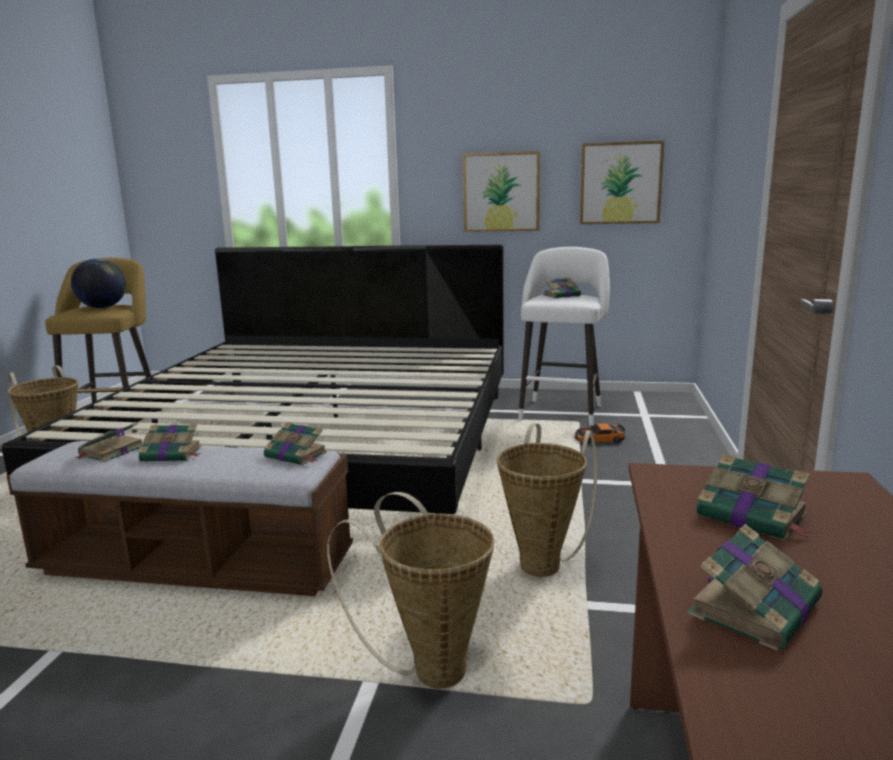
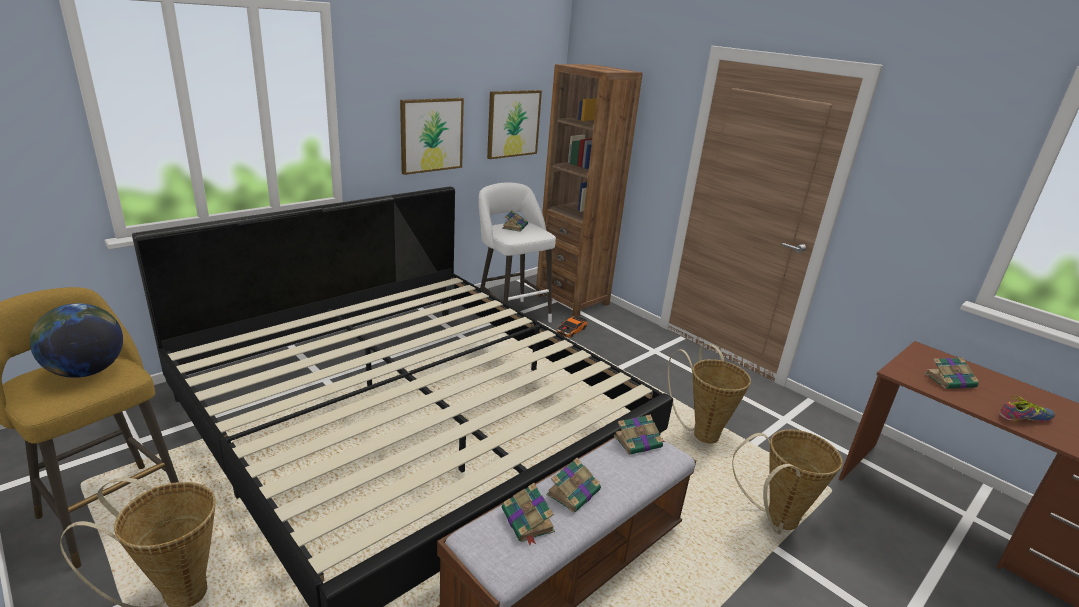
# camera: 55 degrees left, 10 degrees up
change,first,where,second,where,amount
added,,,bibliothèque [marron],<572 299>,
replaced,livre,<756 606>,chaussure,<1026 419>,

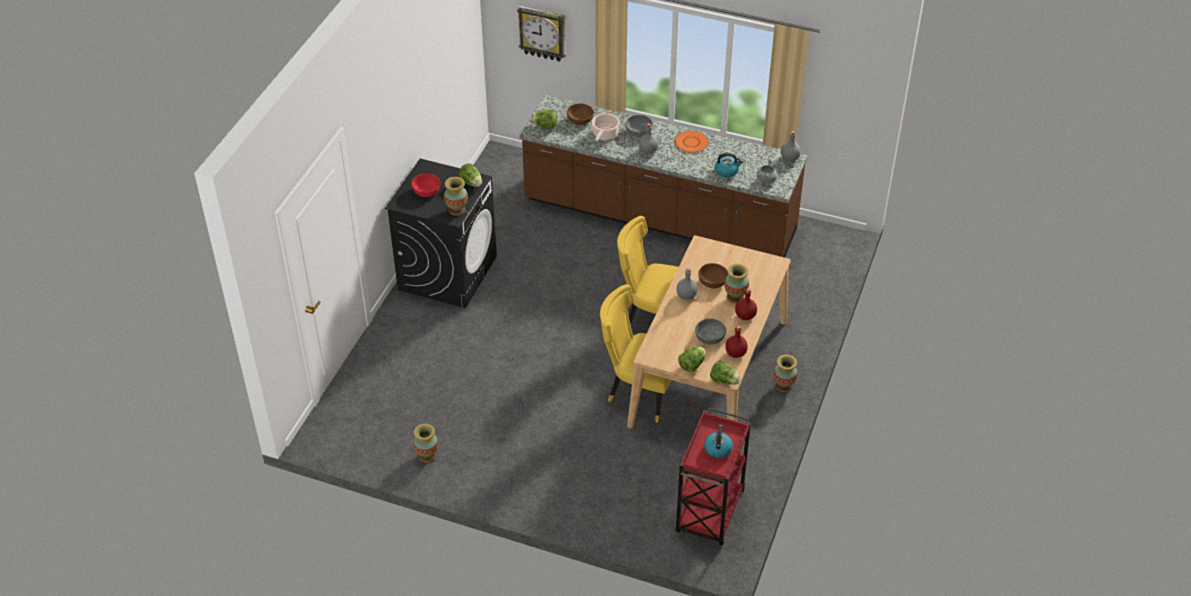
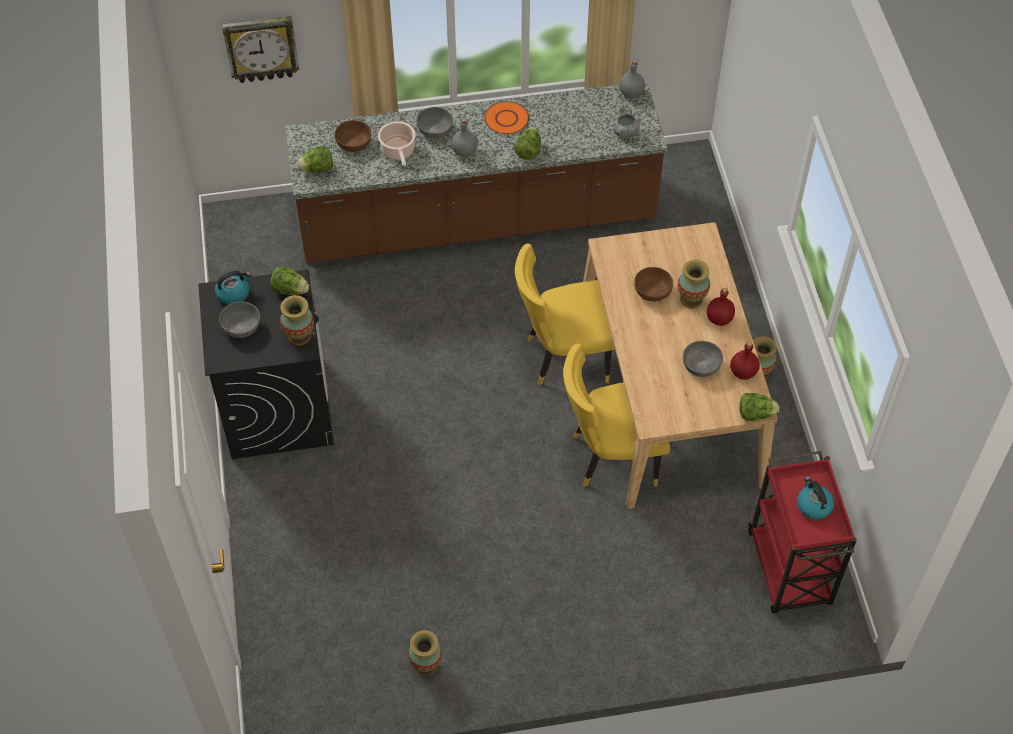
# camera: 30 degrees left, 10 degrees up
change,first,where,second,where,amount
moved,bouilloire,<727 171>,,<234 293>,
recoloured,bol [rouge],<426 191>,bol [gris],<241 326>,
moved,laitue,<692 365>,,<528 151>,
removed,bouteille [gris],<687 296>,,,

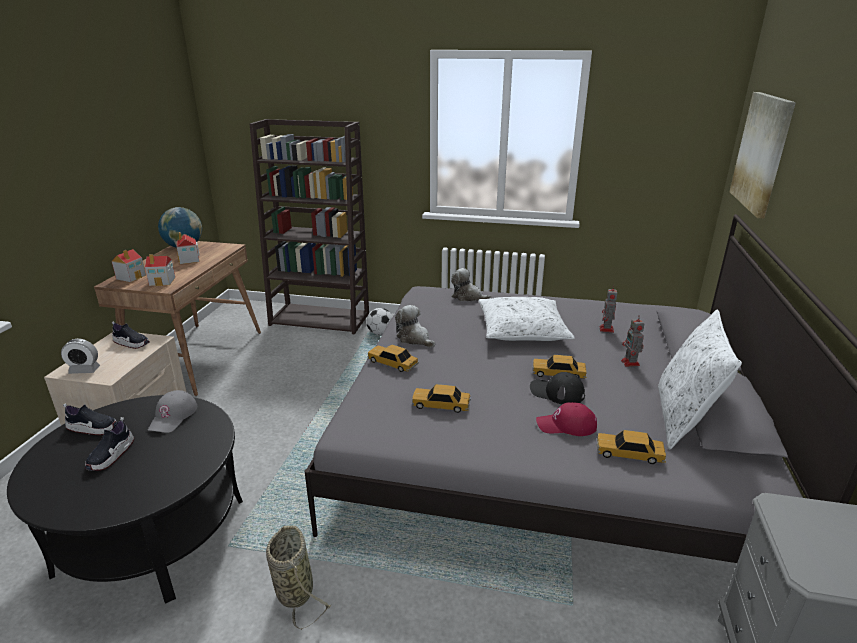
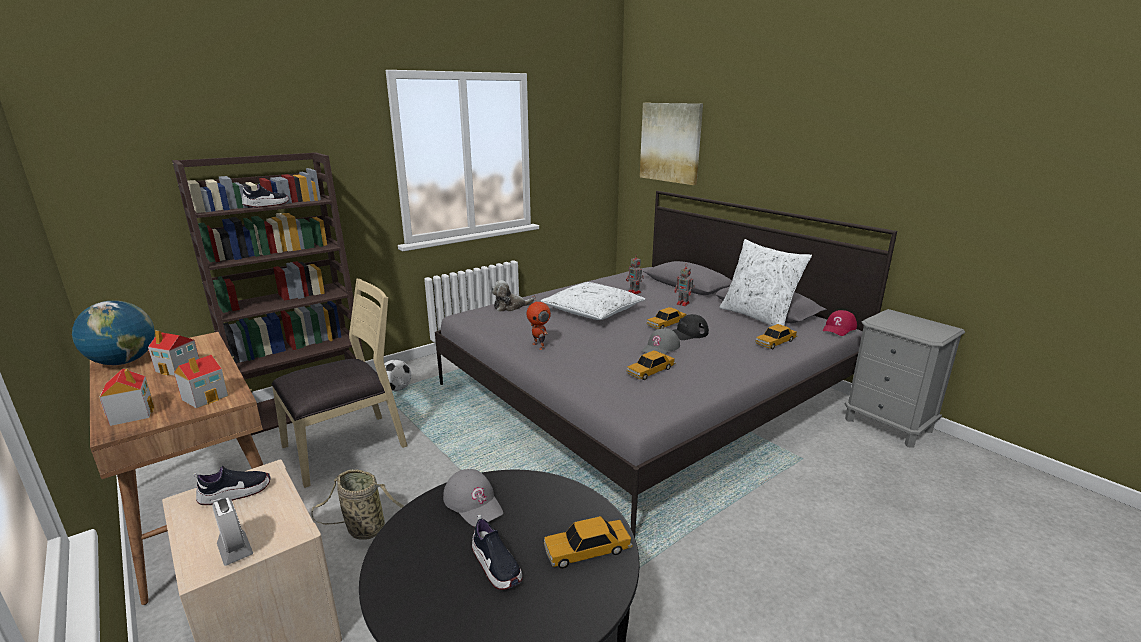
# camera: 50 degrees left, 5 degrees down
change,first,where,second,where,amount
turned,réveil,<84 370>,,<235 549>,75 degrees counterclockwise
moved,chaussure,<93 428>,,<266 205>,
added,,,chaise [beige],<346 447>,
moved,panier,<294 589>,,<363 529>,
replaced,peluche,<414 339>,robot jouet,<539 346>,
moved,petite voiture,<392 363>,,<587 550>,
added,,,casquette [gris],<660 348>,
moved,casquette [rouge],<566 425>,,<839 328>,

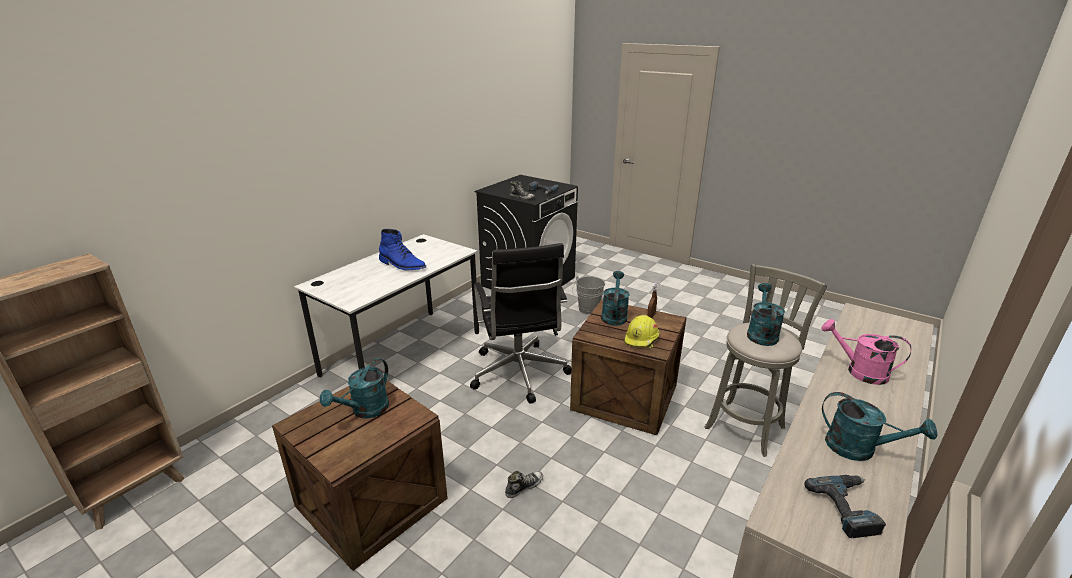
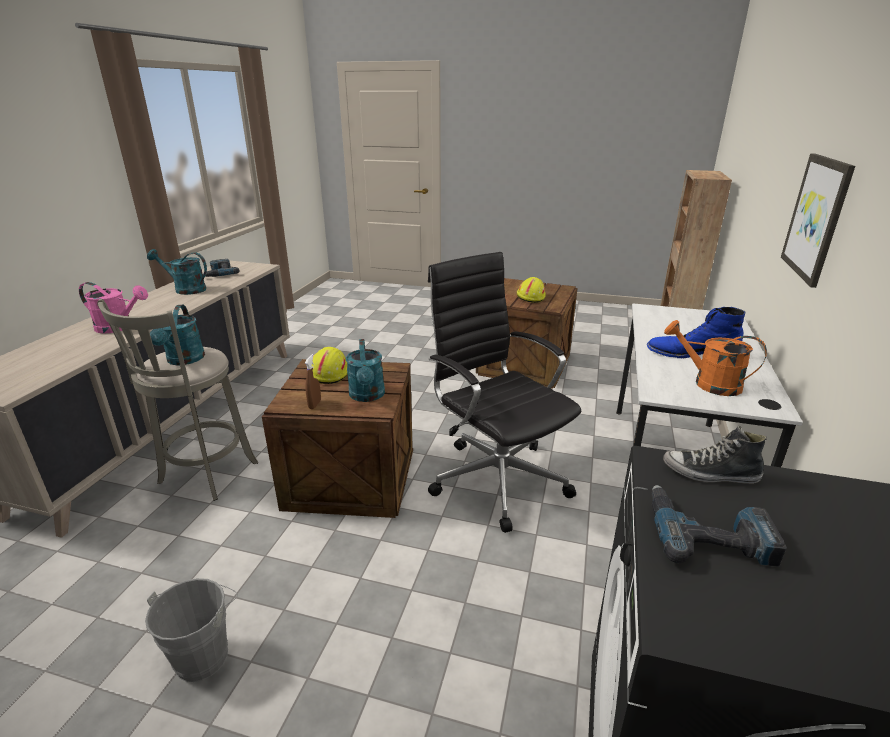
# camera: 160 degrees right, 0 degrees up
change,first,where,second,where,amount
moved,seau [gris],<587 310>,,<205 652>,
replaced,arrosoir [turquoise],<365 411>,casque de chantier [jaune],<530 297>,
added,,,arrosoir [orange],<708 383>,
added,,,tableau,<817 217>,
removed,chaussure,<524 487>,,,

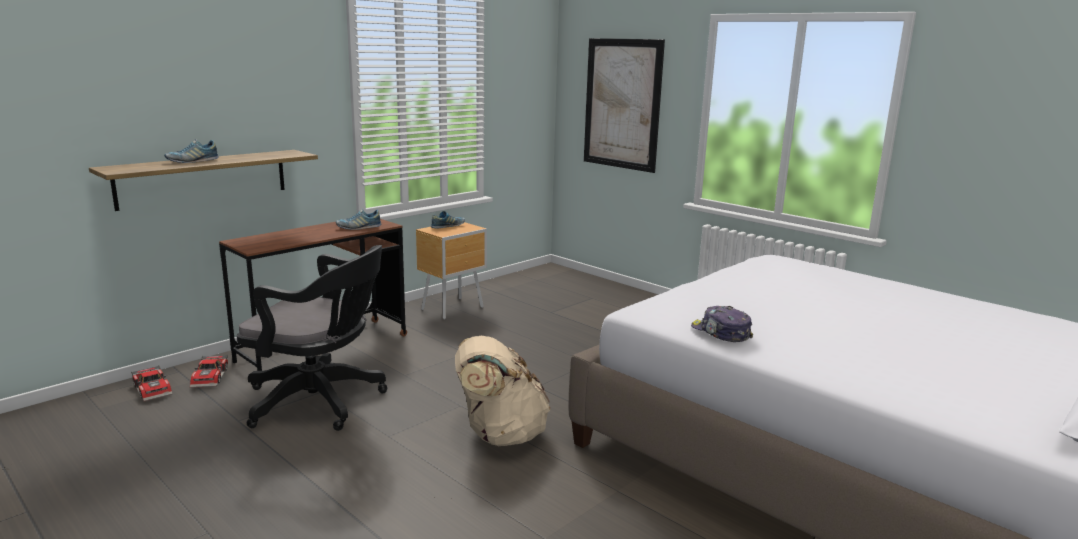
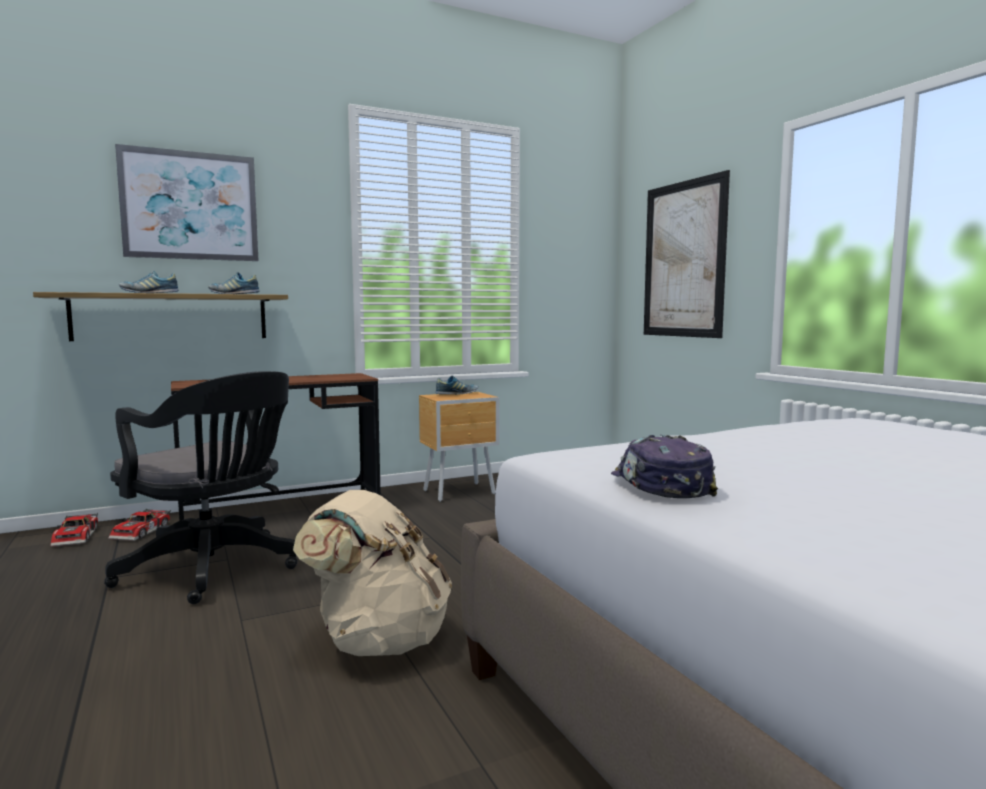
# camera: 20 degrees right, 10 degrees down
change,first,where,second,where,amount
added,,,tableau,<190 206>,
moved,chaussure,<358 228>,,<234 294>,

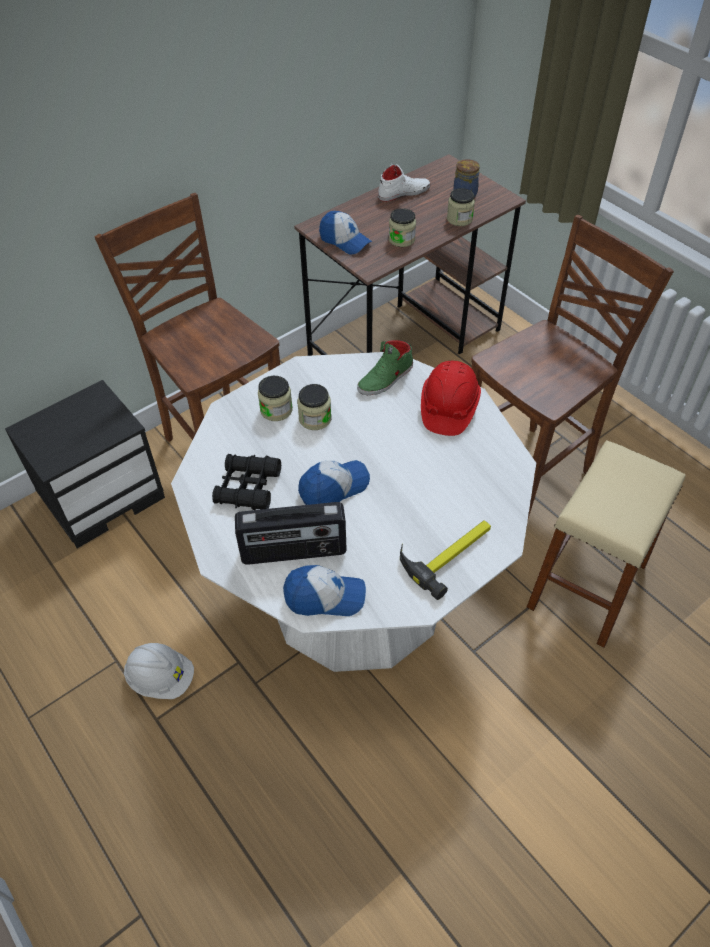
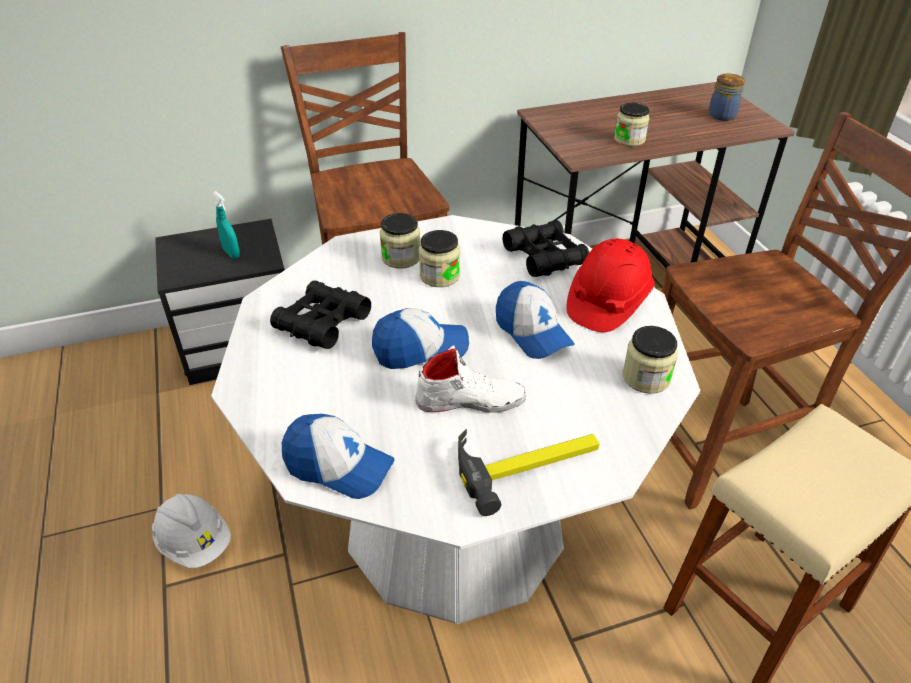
# camera: 20 degrees right, 10 degrees down
change,first,where,second,where,amount
added,,,vaporisateur [turquoise],<231 253>,
moved,chaussure [blanc],<403 192>,,<470 400>,
moved,casquette,<345 241>,,<532 332>,
replaced,chaussure [vert],<386 378>,jumelles [noir],<545 257>,
moved,bocal,<459 219>,,<646 378>,
removed,radio,<294 552>,,,

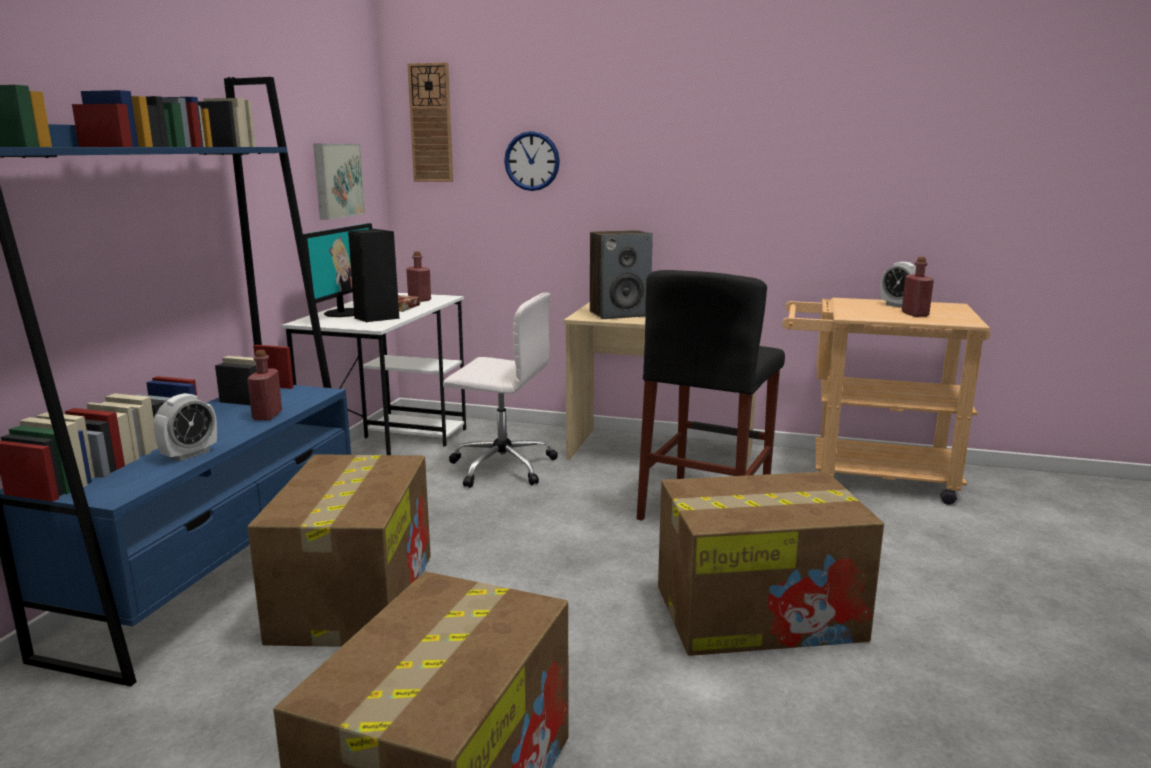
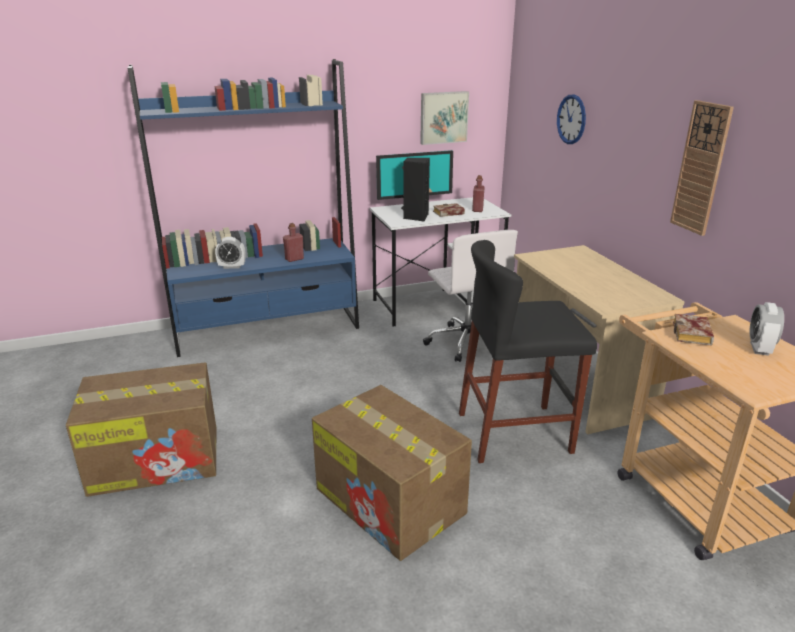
# camera: 55 degrees right, 10 degrees up
change,first,where,second,where,amount
moved,horloge murale,<431 123>,,<701 168>,
added,,,livre,<693 335>,
removed,carton,<355 595>,,,
removed,enceinte,<619 314>,,,
removed,bouteille [rouge],<915 314>,,,

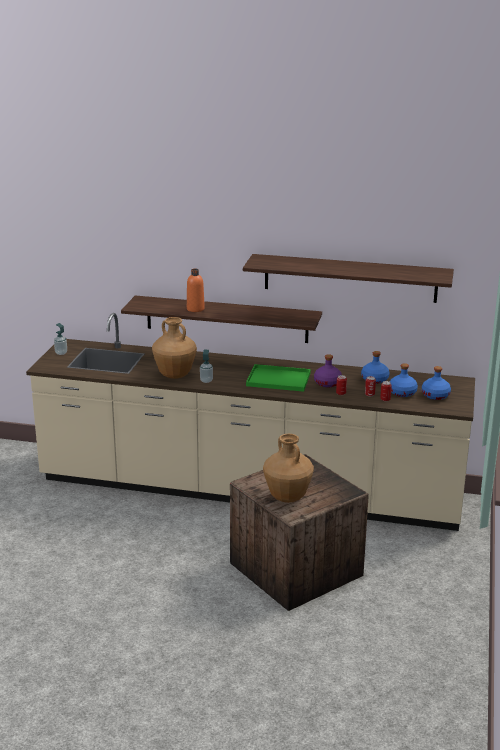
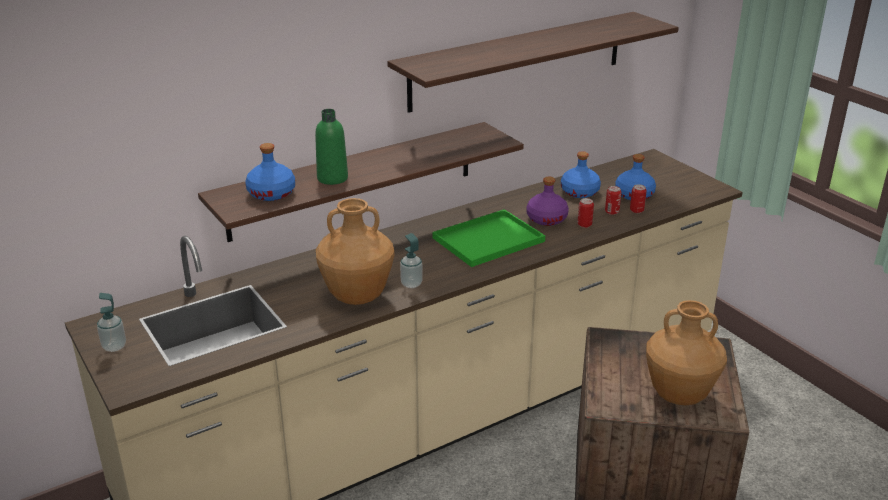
# camera: 45 degrees left, 5 degrees up
change,first,where,second,where,amount
moved,bouteille [bleu],<435 395>,,<272 193>,
recoloured,bouteille [orange],<195 309>,bouteille [vert],<332 178>,

